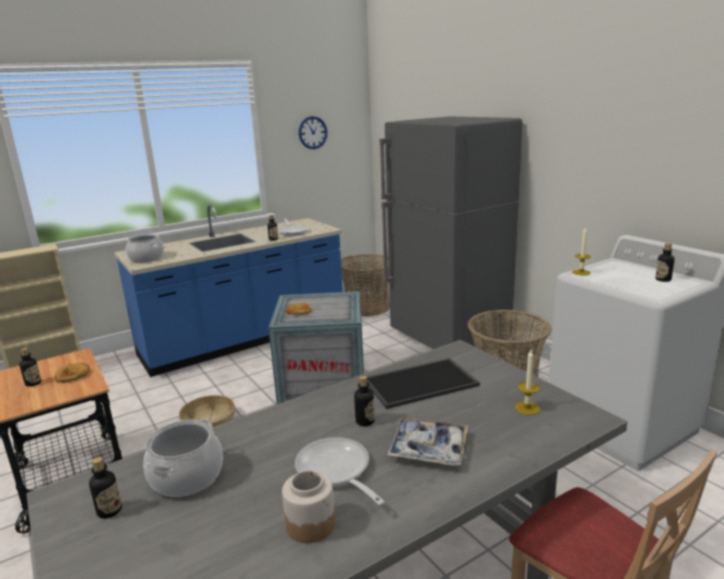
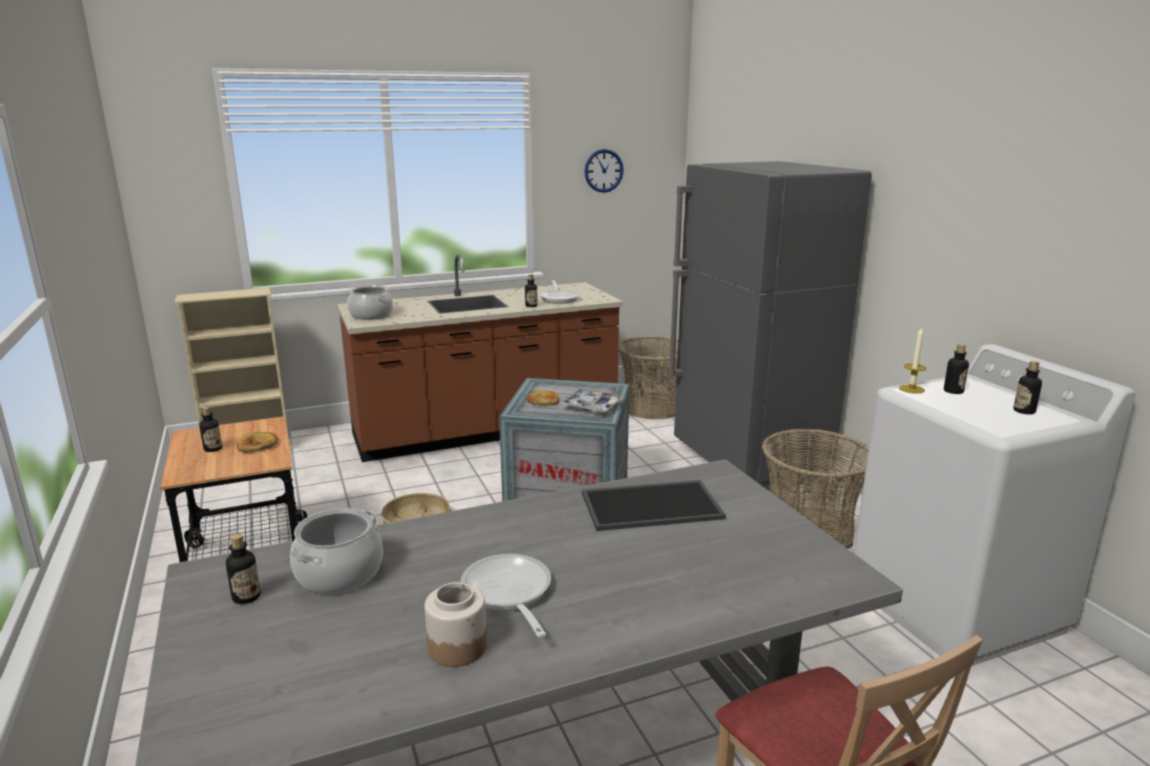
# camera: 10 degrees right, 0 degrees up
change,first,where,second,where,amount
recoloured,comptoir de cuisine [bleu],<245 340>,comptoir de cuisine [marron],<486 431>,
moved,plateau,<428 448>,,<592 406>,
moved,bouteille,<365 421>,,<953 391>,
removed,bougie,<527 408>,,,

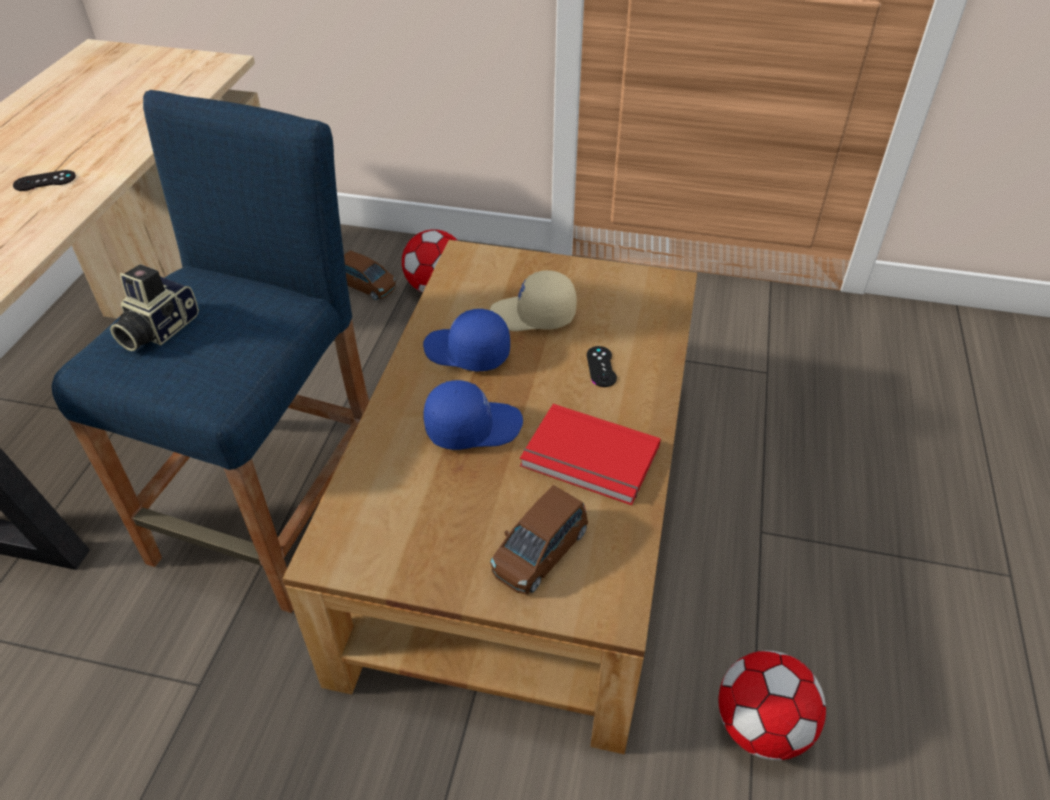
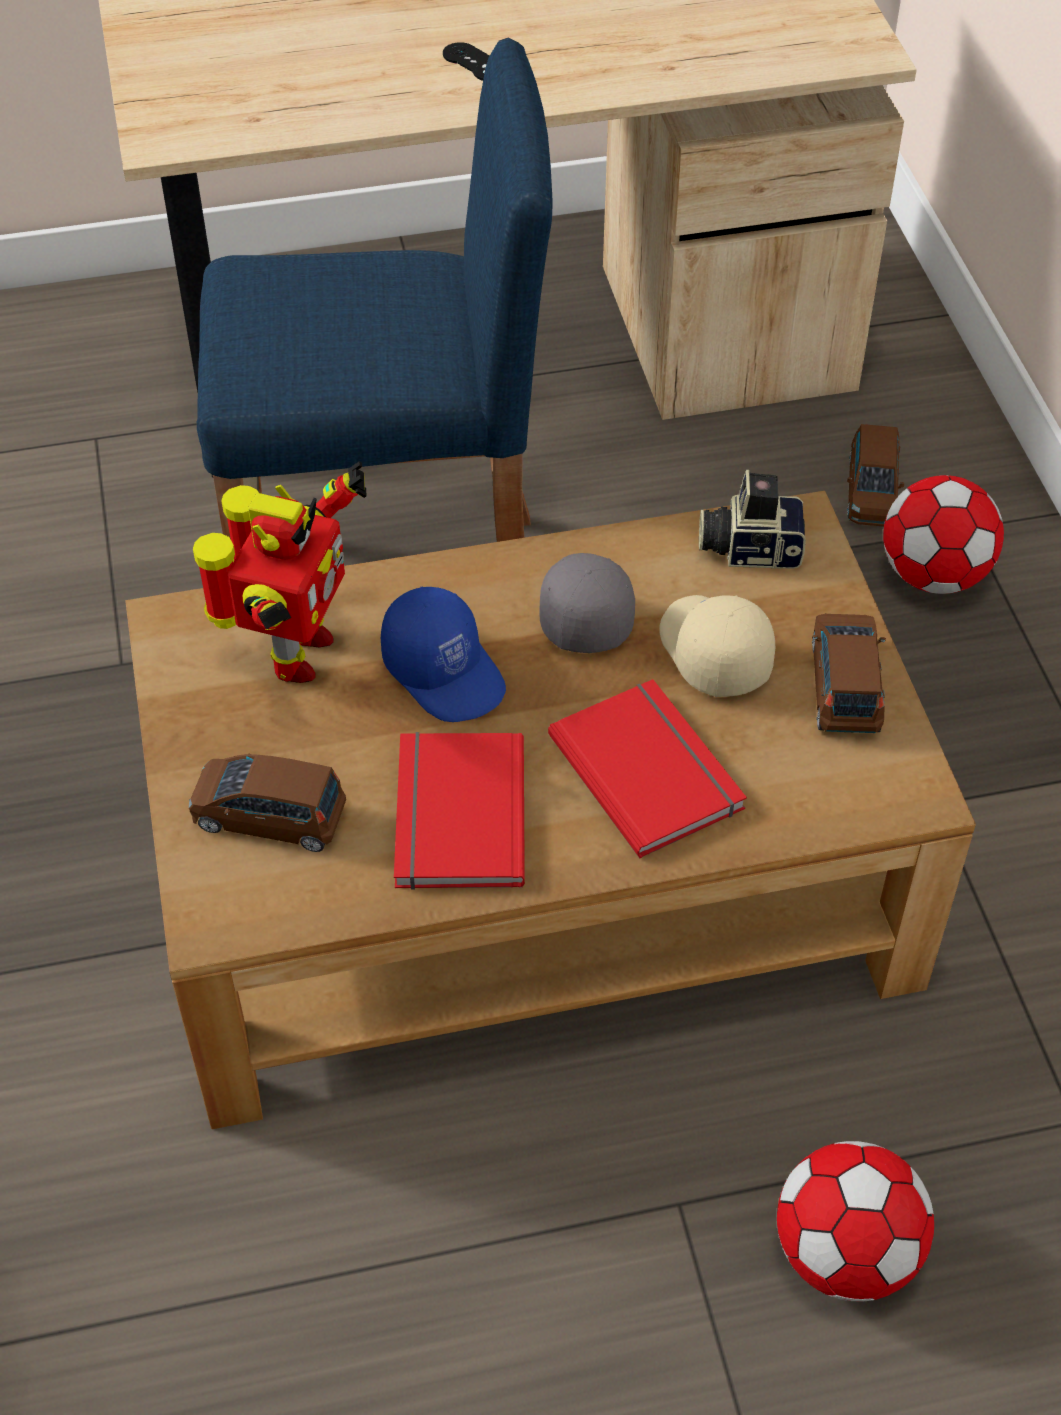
# camera: 65 degrees right, 5 degrees up
change,first,where,second,where,amount
added,,,robot jouet,<294 654>,
recoloured,casquette [bleu],<466 353>,casquette [gris],<583 609>,
replaced,manette [noir],<601 366>,livre [rouge],<650 769>,
moved,appareil photo,<157 329>,,<749 548>,
moved,ballon de foot,<761 726>,,<845 1253>,
added,,,petite voiture [marron],<845 686>,

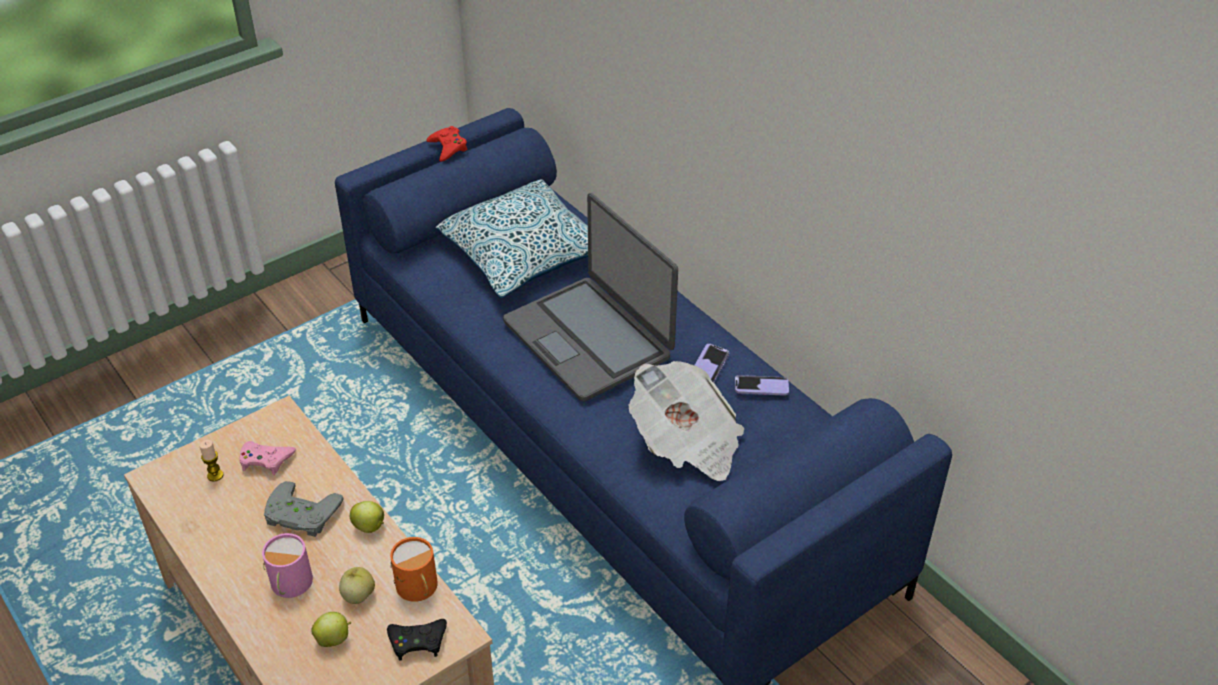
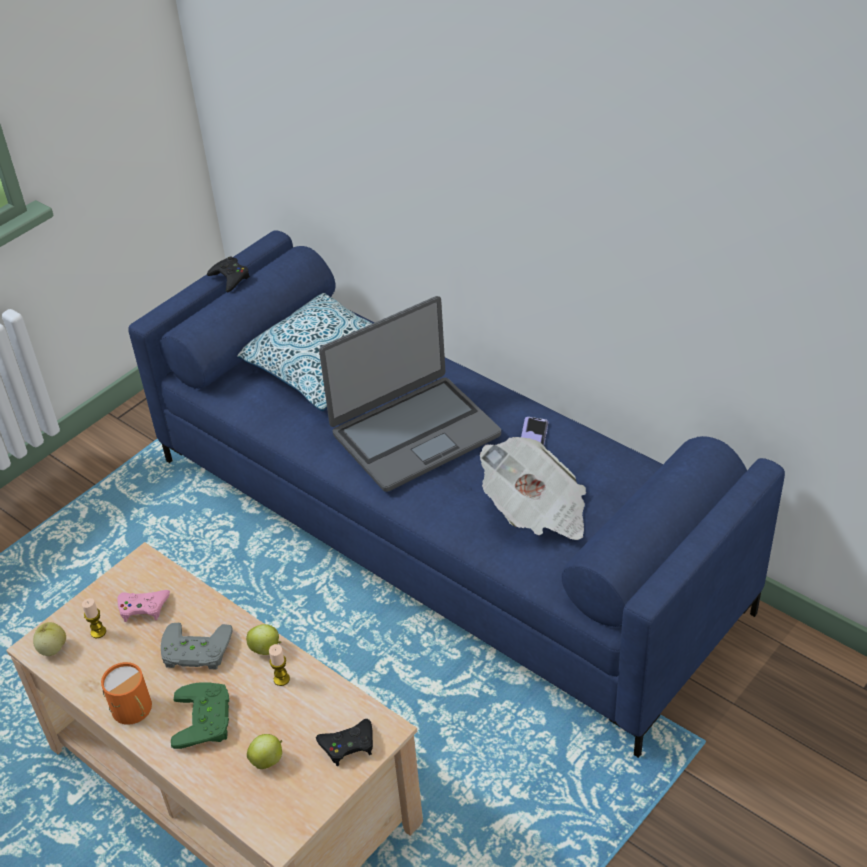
# camera: 10 degrees left, 0 degrees up
change,first,where,second,where,amount
moved,pomme,<358 595>,,<52 648>,
moved,mug [orange],<418 588>,,<133 711>,
replaced,mug [rose],<289 584>,manette [vert],<207 719>,
recoloured,manette [rouge],<448 148>,manette [noir],<230 278>,
added,,,bougie,<281 679>,
turned,ordinateur portable,<589 339>,,<414 433>,75 degrees counterclockwise
removed,téléphone,<761 387>,,,

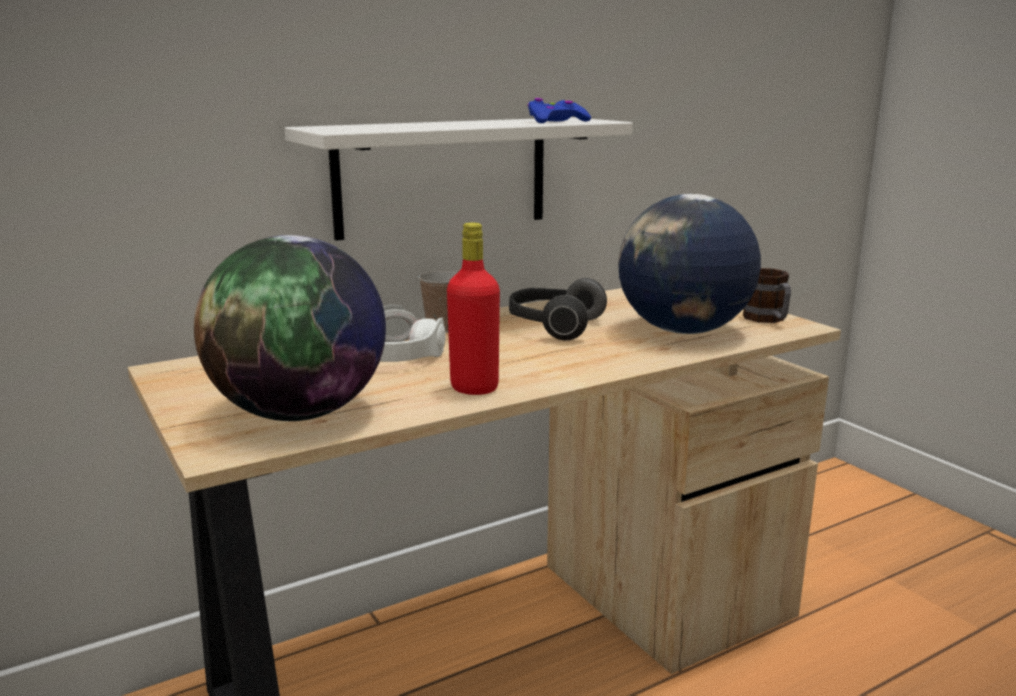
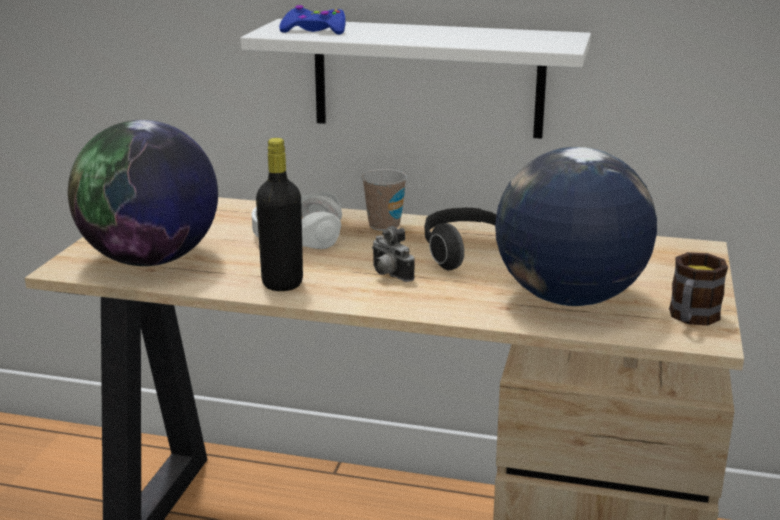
# camera: 45 degrees right, 5 degrees up
change,first,where,second,where,amount
recoloured,bouteille [rouge],<474 388>,bouteille [noir],<282 283>,
moved,manette [bleu],<556 121>,,<314 31>,
added,,,appareil photo,<388 275>,

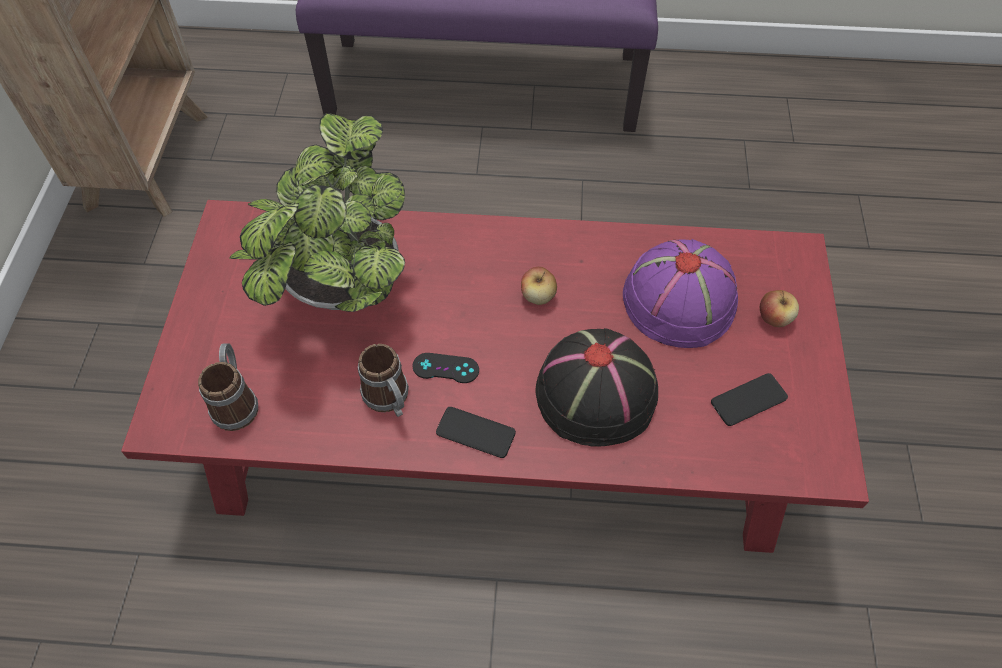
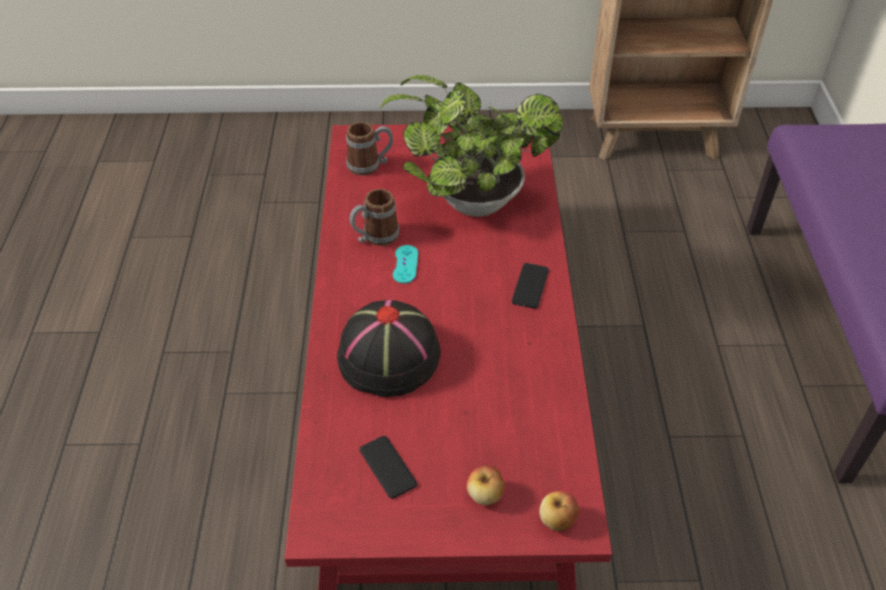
# camera: 85 degrees right, 10 degrees down
change,first,where,second,where,amount
recoloured,manette [noir],<445 368>,manette [turquoise],<405 264>,
moved,téléphone,<475 432>,,<530 286>,
moved,pomme,<538 296>,,<557 520>,
removed,chapeau [violet],<680 299>,,,

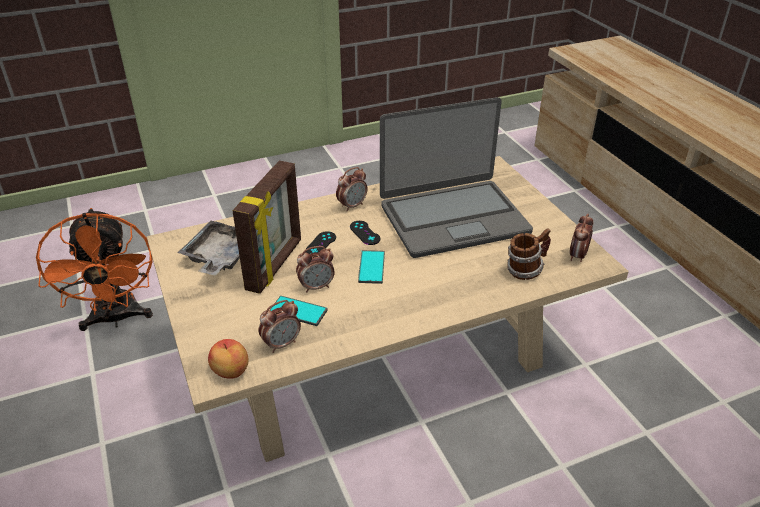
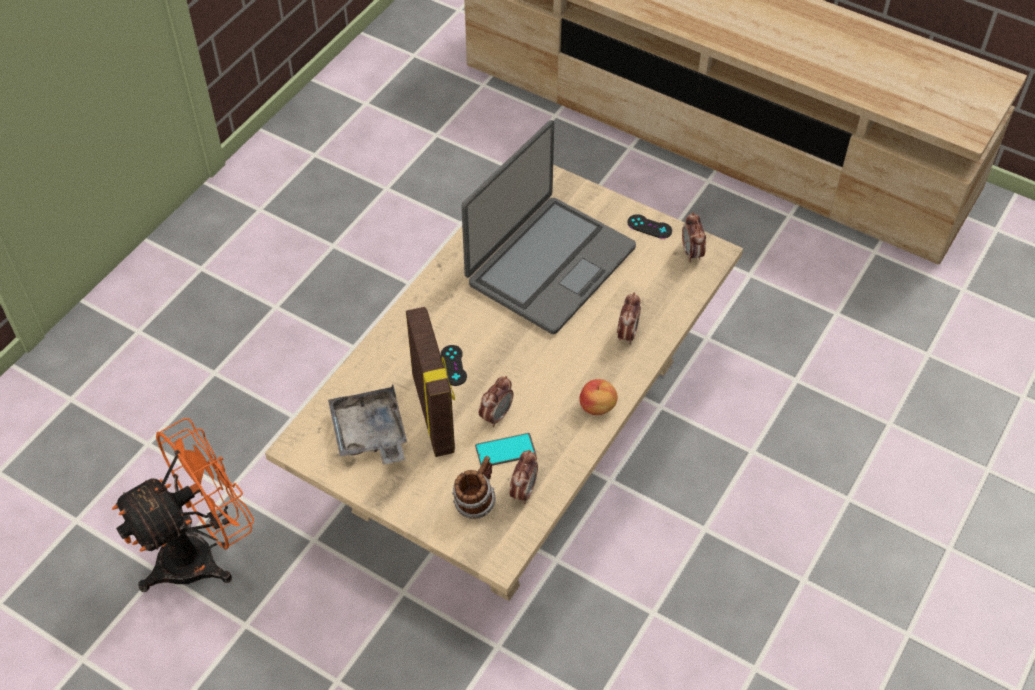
# camera: 35 degrees left, 15 degrees up
change,first,where,second,where,amount
turned,ventilateur [orange],<116 319>,,<201 553>,75 degrees counterclockwise
moved,mug,<525 270>,,<475 501>,
moved,pomme,<230 371>,,<597 407>,
moved,réveil,<352 206>,,<627 334>,
moved,manette [noir],<365 233>,,<649 226>,
removed,téléphone,<371 267>,,,

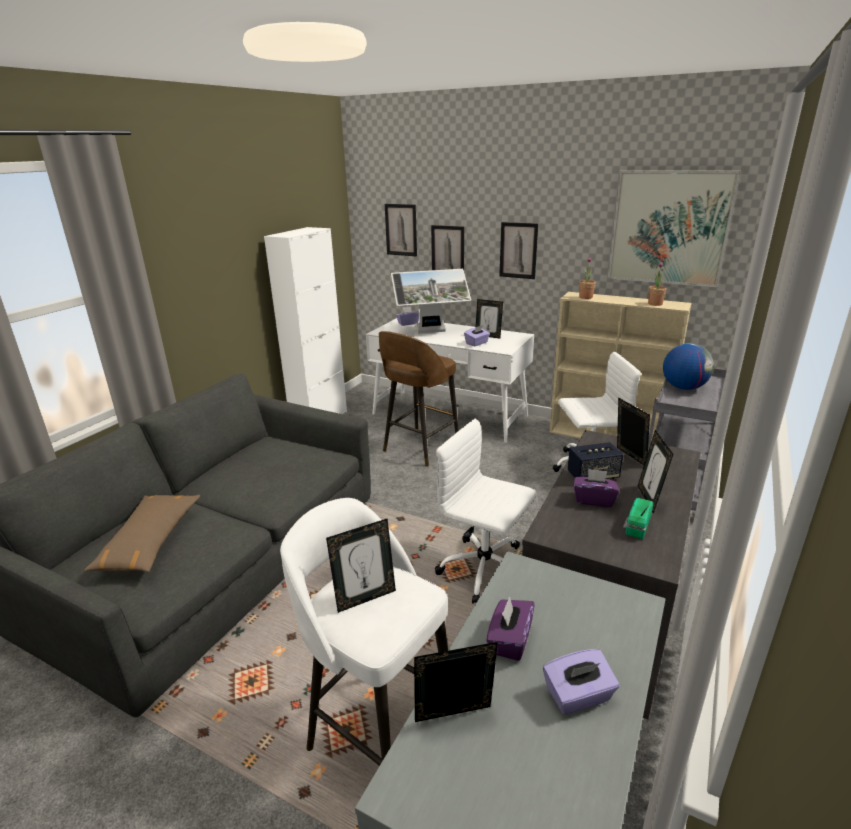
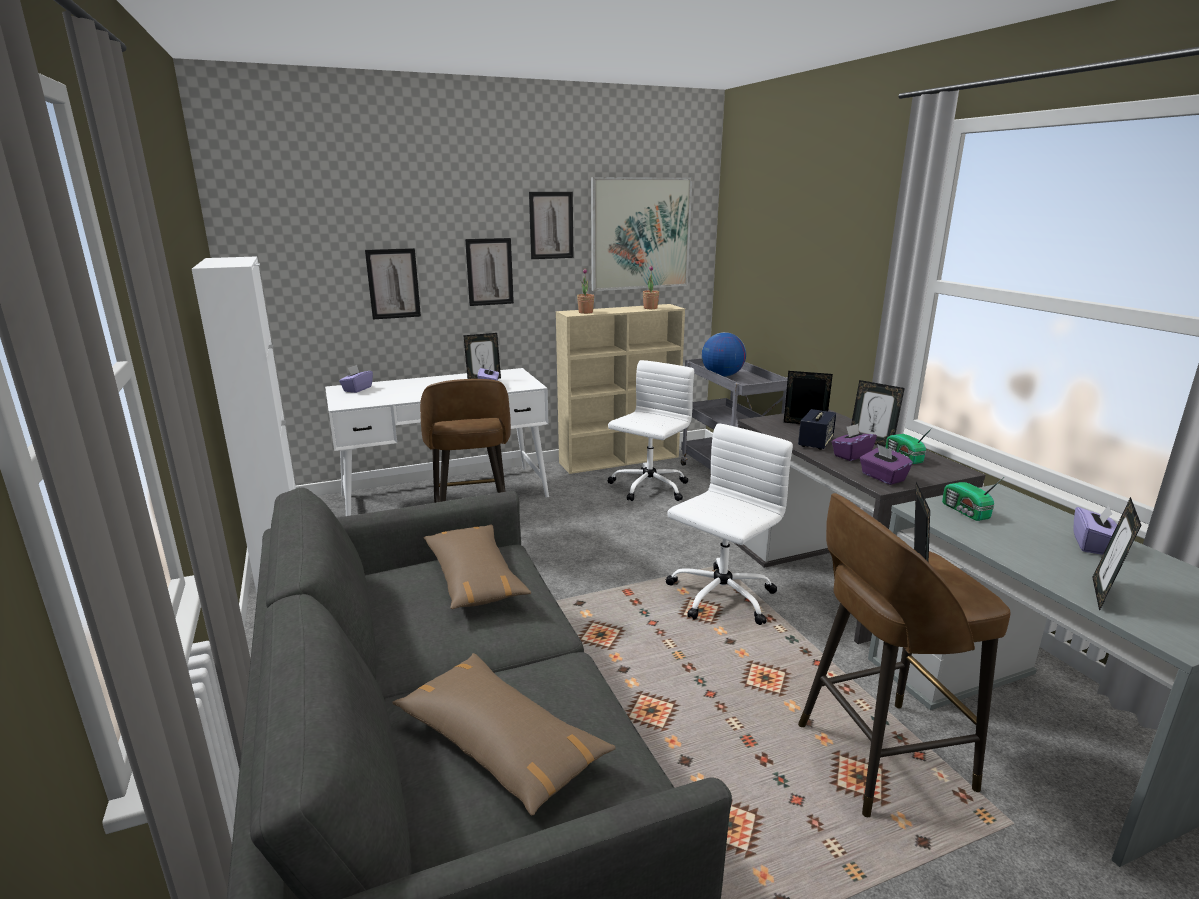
# camera: 50 degrees left, 5 degrees down
change,first,where,second,where,amount
added,,,coussin [marron],<474 578>,
moved,tableau,<401 230>,,<551 225>,
turned,chaise de bureau [blanc],<485 569>,,<720 597>,150 degrees clockwise
recoloured,tabouret [blanc],<379 733>,tabouret [marron],<878 756>,
moved,boîte à mouchoirs [violet],<509 640>,,<882 477>,
added,,,radio,<965 512>,
removed,écran d'ordinateur,<431 332>,,,

